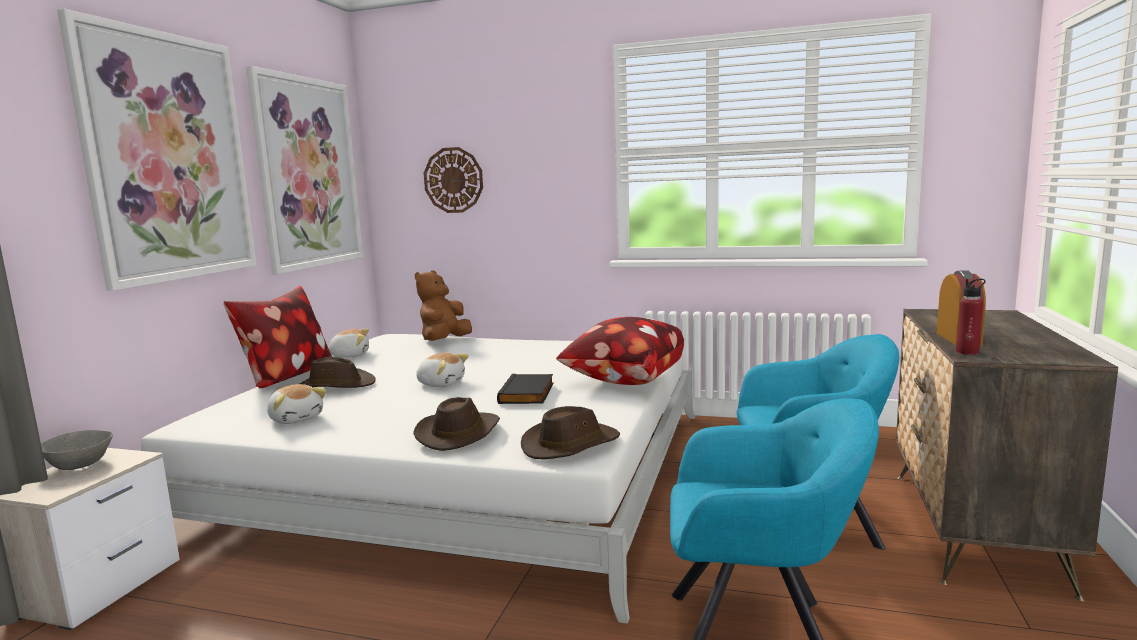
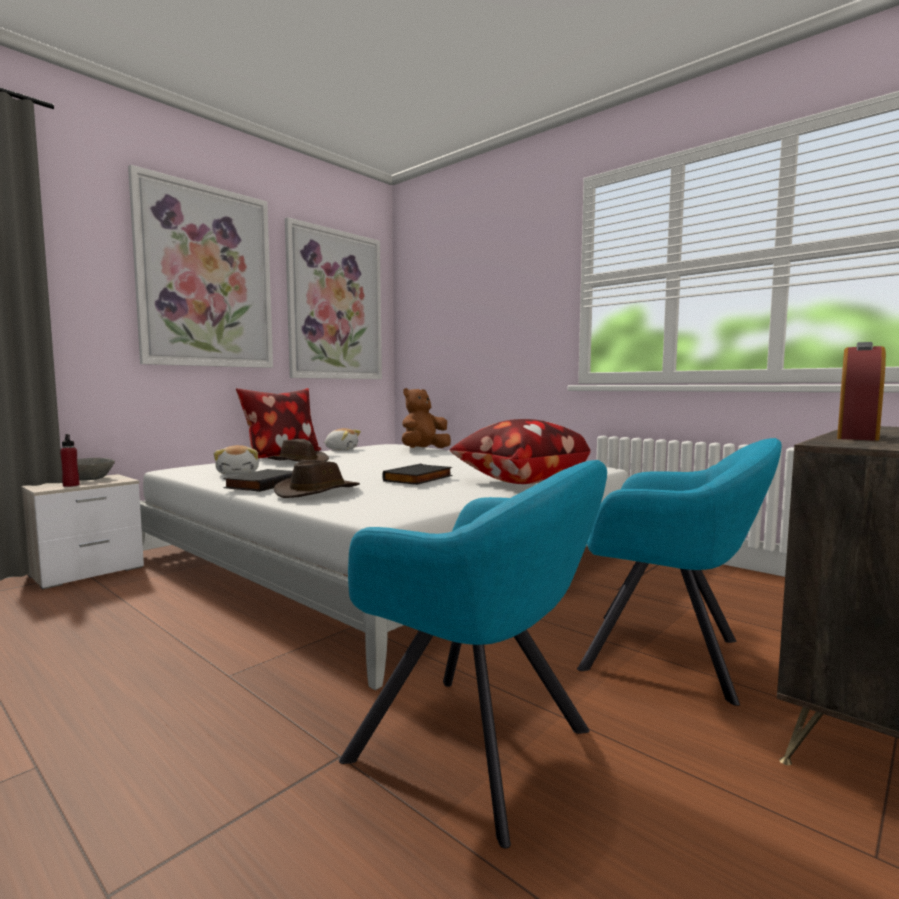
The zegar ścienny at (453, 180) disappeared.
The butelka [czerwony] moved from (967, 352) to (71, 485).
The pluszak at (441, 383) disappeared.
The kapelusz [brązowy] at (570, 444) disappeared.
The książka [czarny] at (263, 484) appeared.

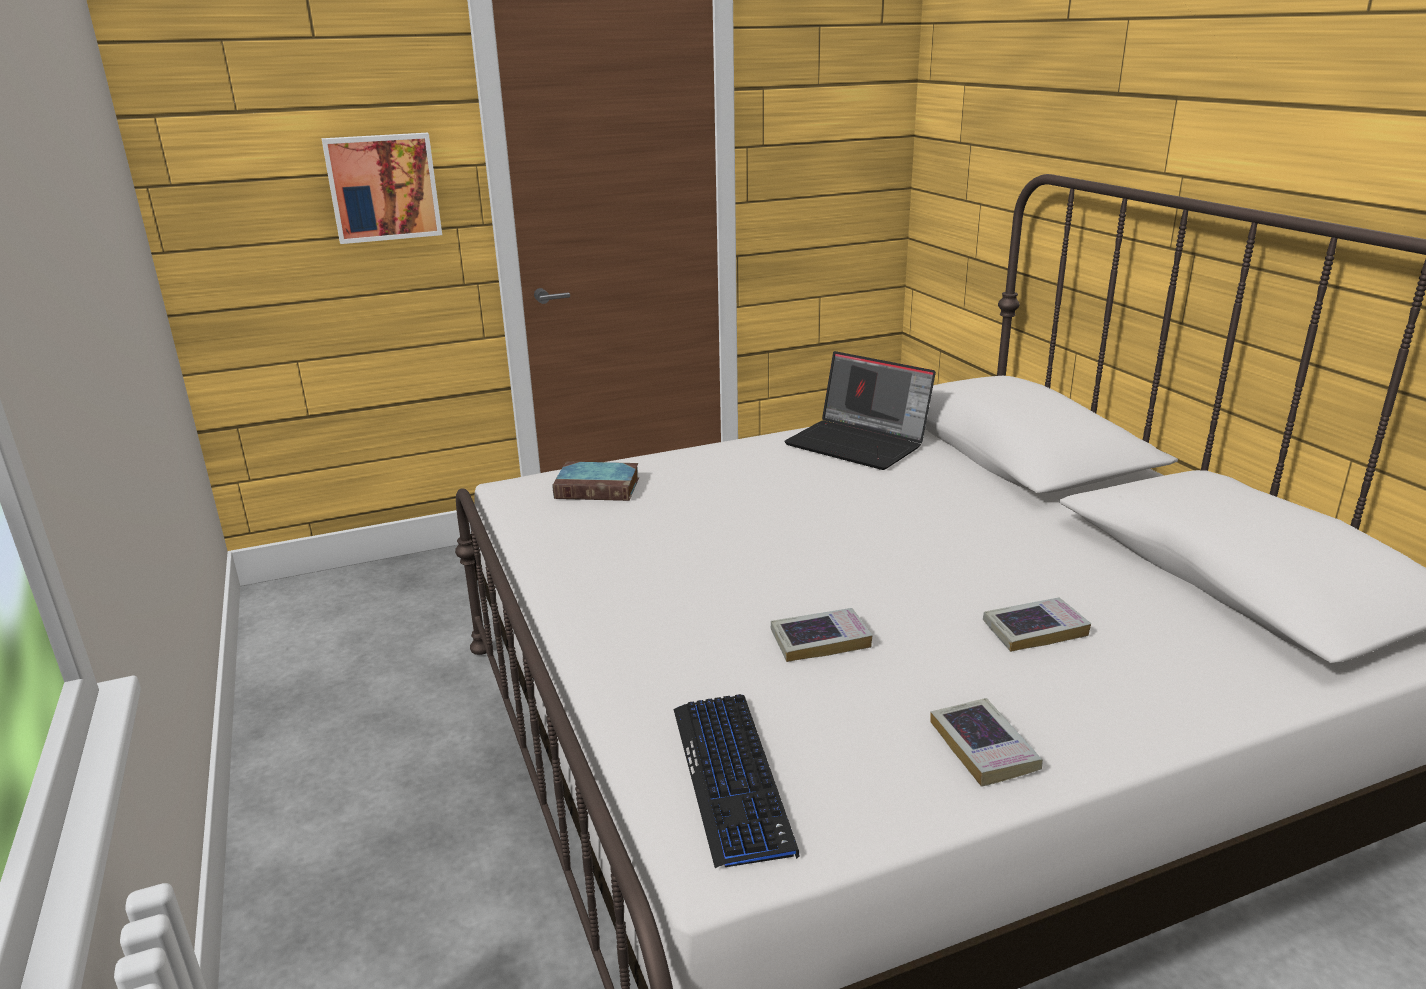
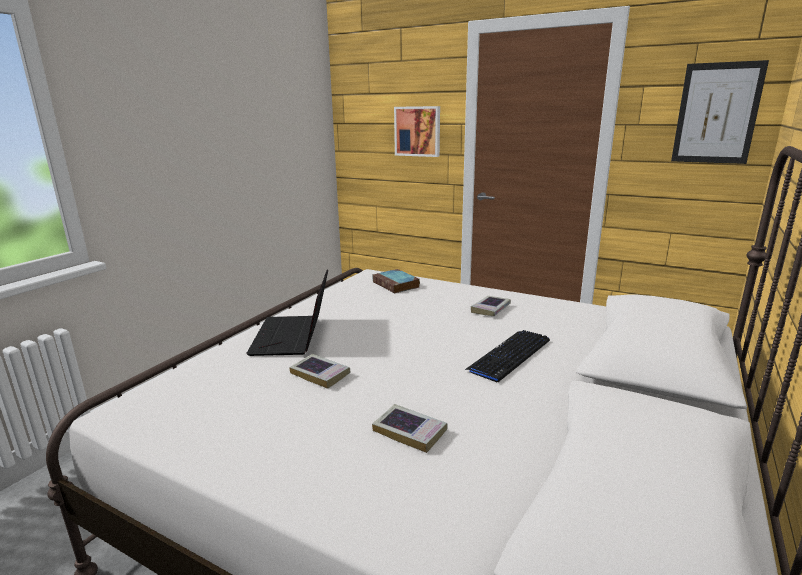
The laptop moved from (859, 443) to (293, 337).
The klawiatura moved from (732, 778) to (509, 356).
The książka moved from (983, 748) to (490, 309).
The obraz at (716, 113) appeared.

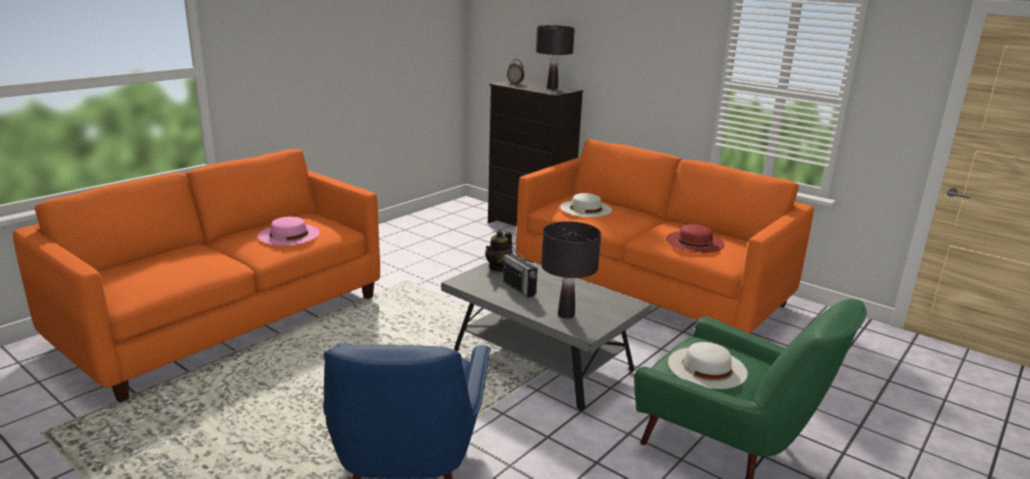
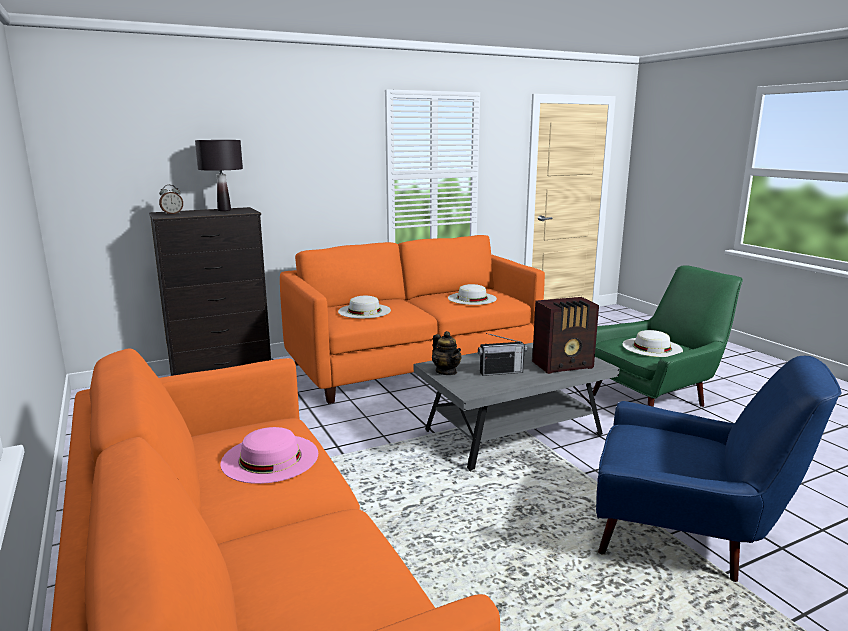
The lampa stołowa [czarny] at (566, 314) was replaced by the radio at (564, 365).
The kapelusz [czerwony] at (695, 241) became the kapelusz [biały] at (472, 298).

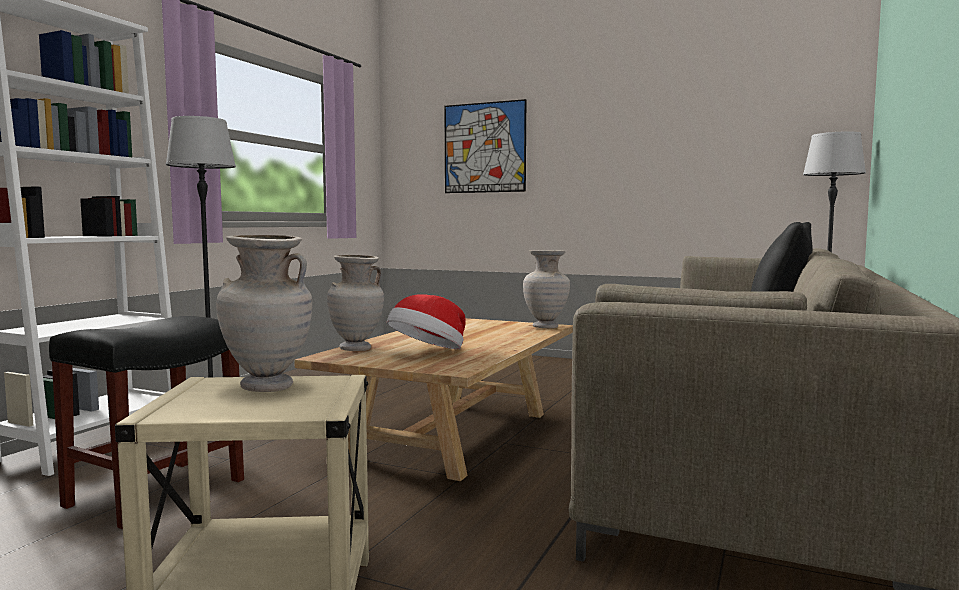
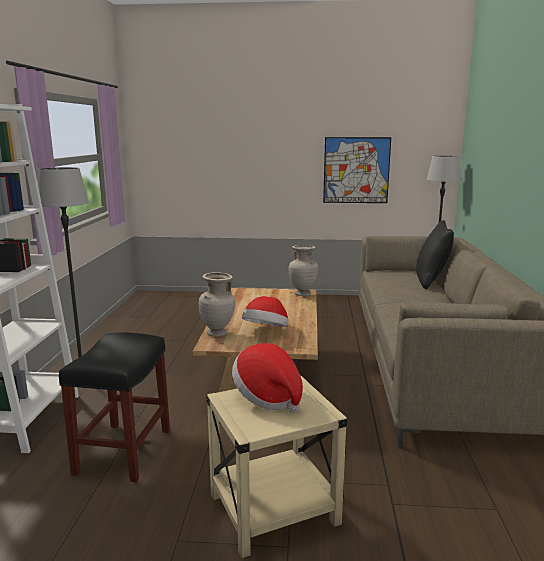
The obraz moved from (484, 147) to (356, 170).
The wazon [beżowy] at (267, 387) was replaced by the kapelusz at (268, 397).

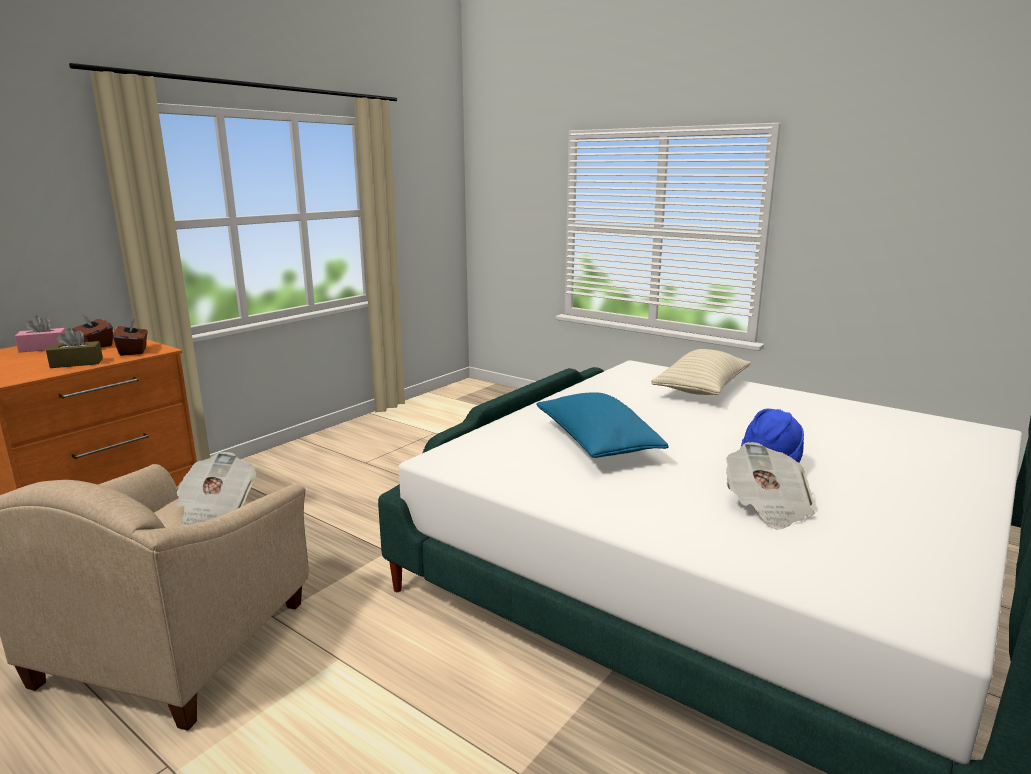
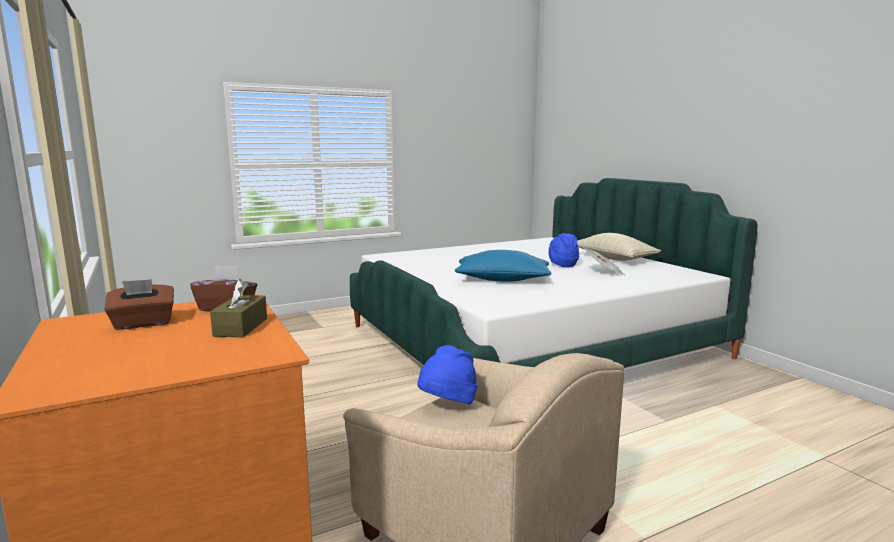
The pudełko chusteczek [różowy] at (44, 348) disappeared.
The poduszka [beżowy] moved from (701, 389) to (613, 259).
The gazeta at (215, 510) was replaced by the kapelusz [niebieski] at (447, 405).

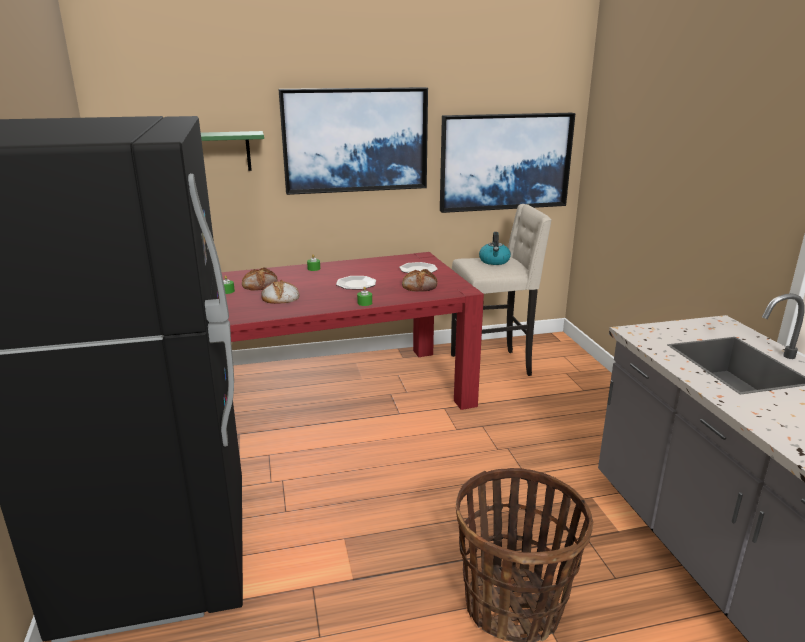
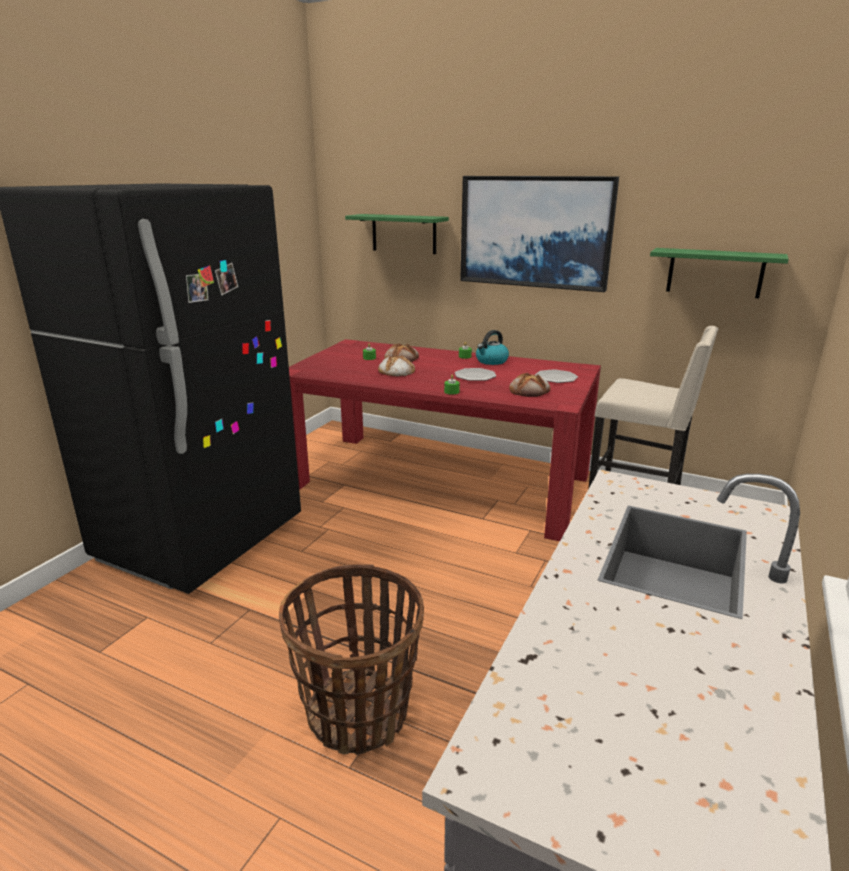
The obraz at (505, 162) was replaced by the półka [zielony] at (715, 272).
The czajnik moved from (494, 261) to (491, 361).

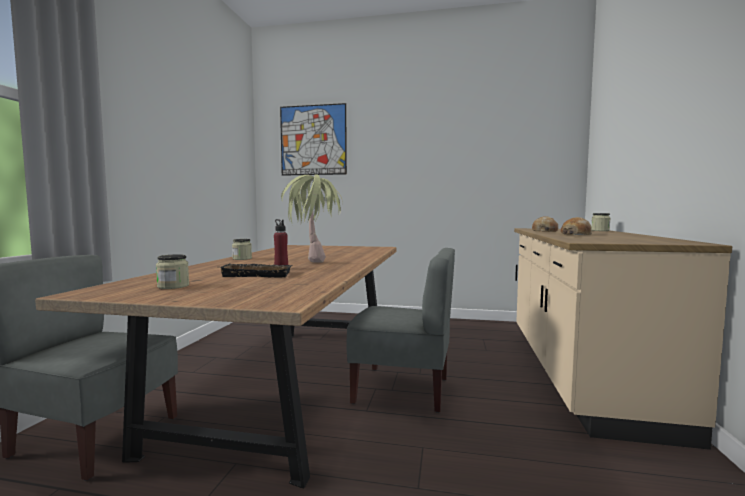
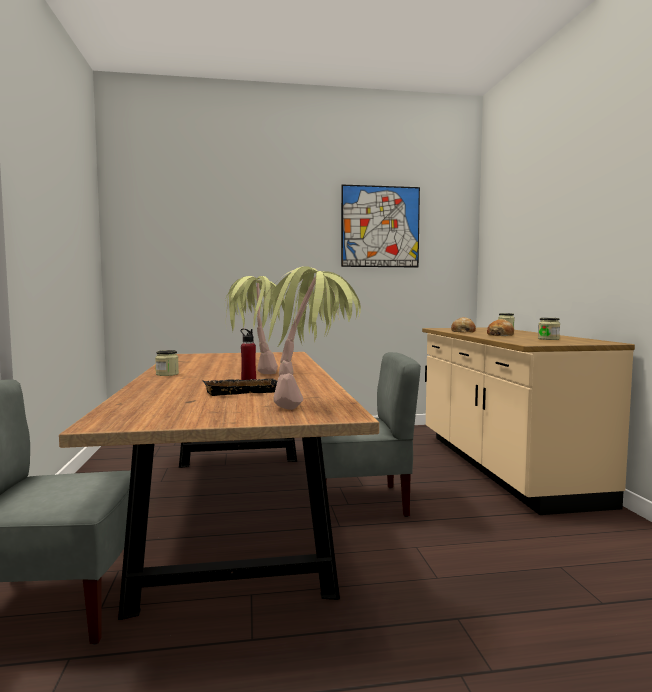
The obraz moved from (313, 140) to (380, 226).
The słoik moved from (173, 286) to (548, 339).
The roślina doniczkowa at (312, 403) appeared.

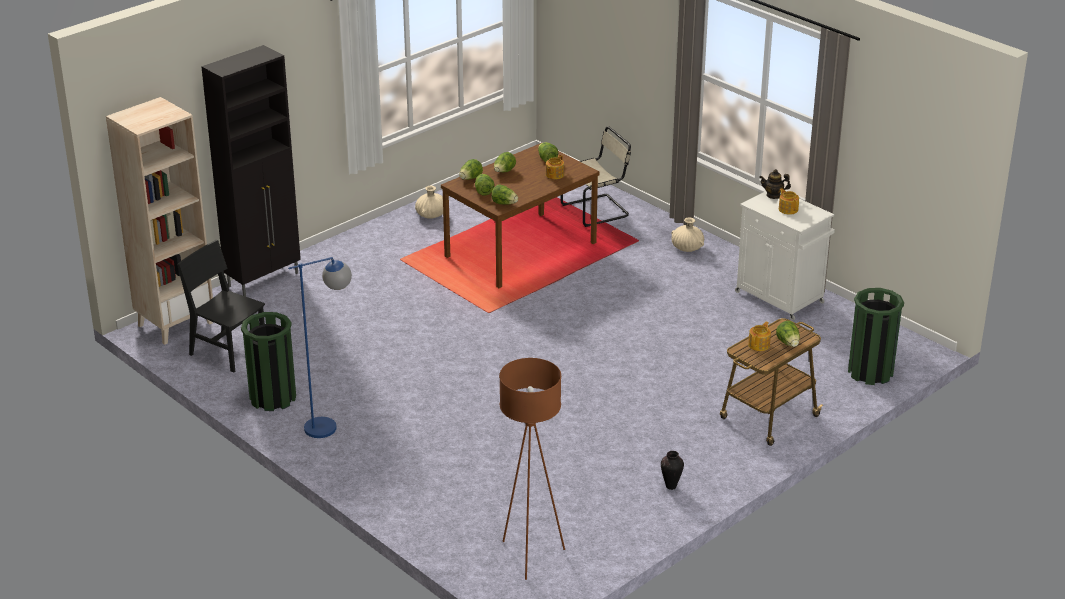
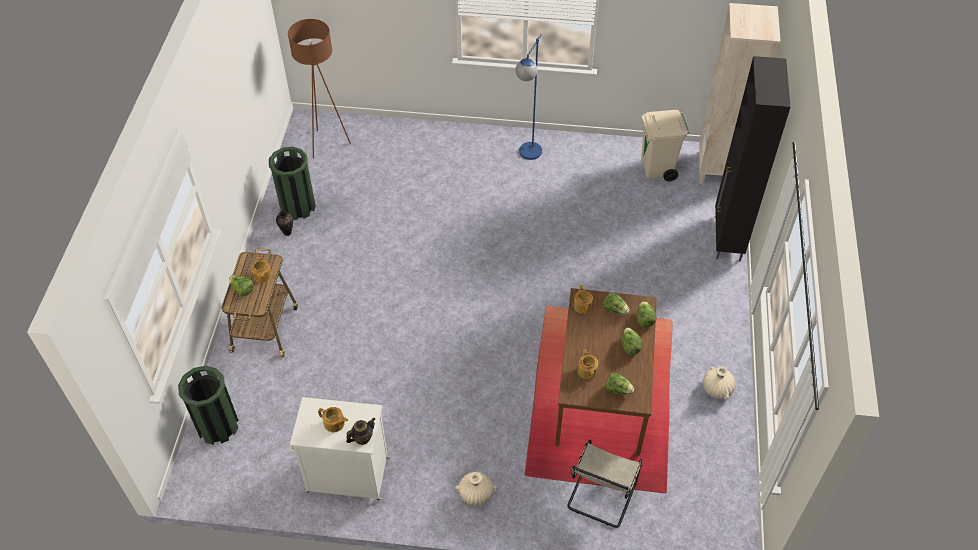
The sałata at (504, 203) was replaced by the imbryk at (582, 305).
The krzesło [czarny] at (228, 351) was replaced by the kosz na śmieci [beżowy] at (657, 169).
The kosz na śmieci [zielony] moved from (273, 398) to (297, 206).

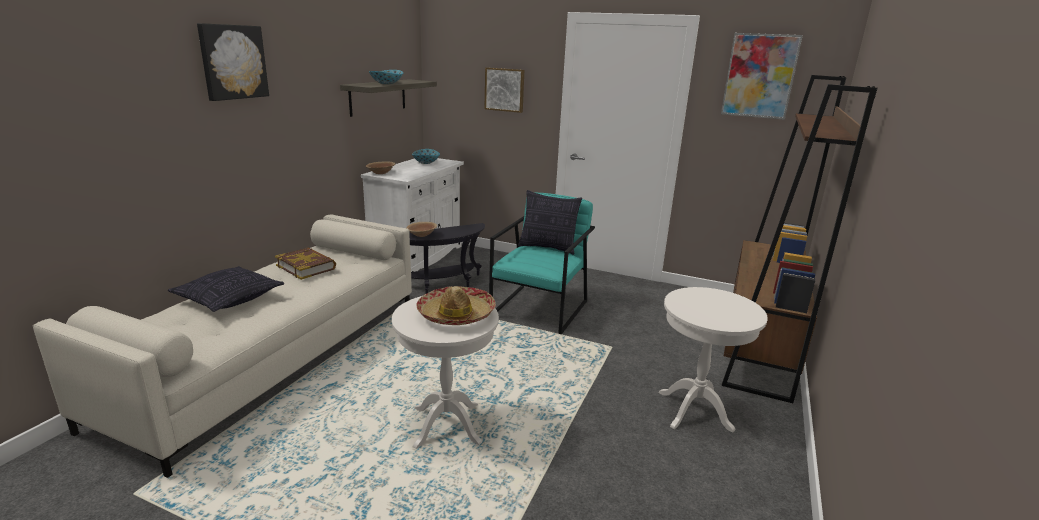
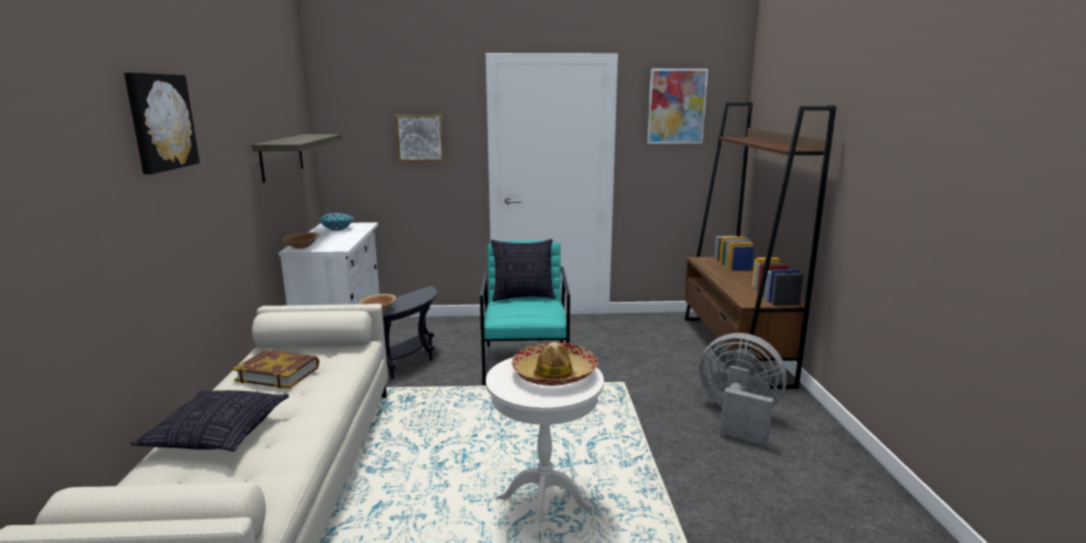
The miska at (386, 83) disappeared.
The stolik [biały] at (694, 410) was replaced by the wentylator [szary] at (738, 417).

